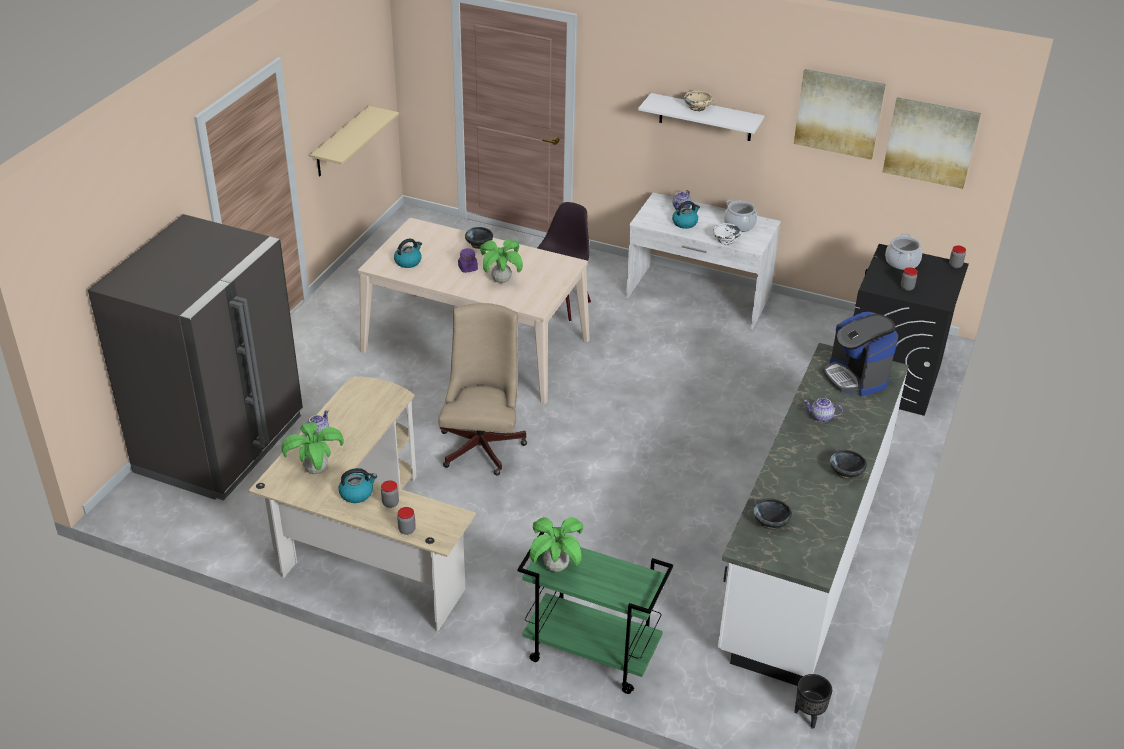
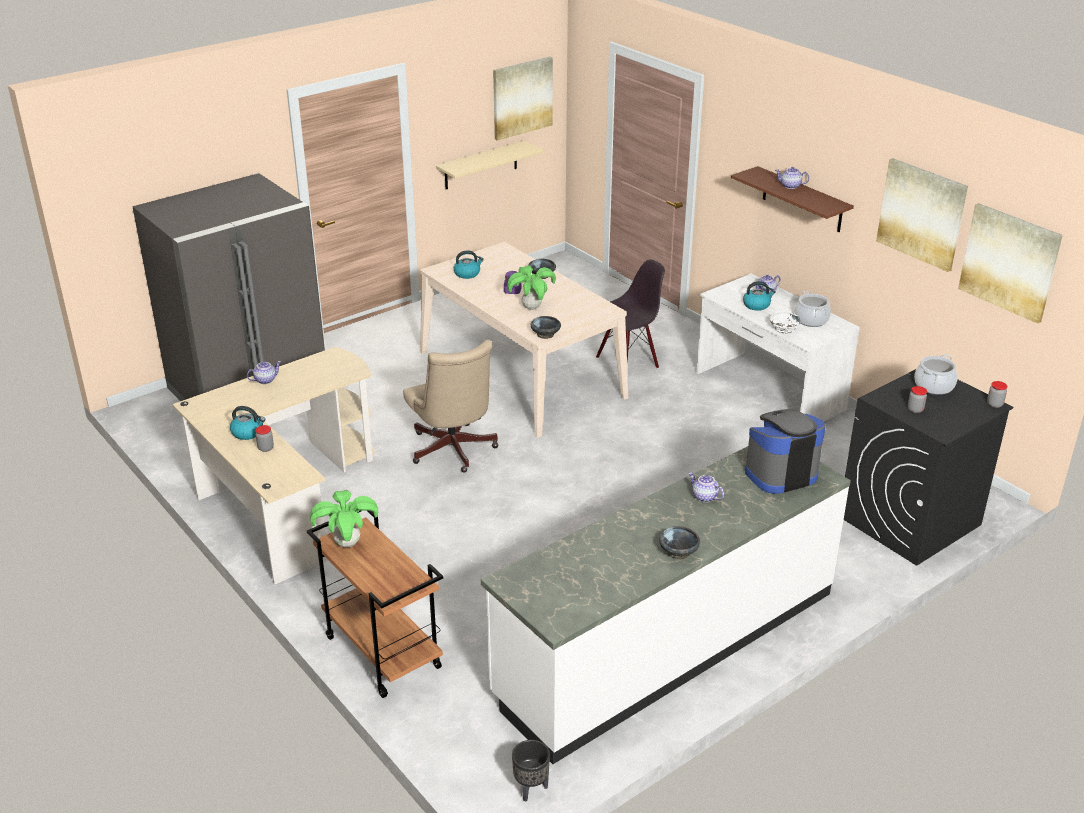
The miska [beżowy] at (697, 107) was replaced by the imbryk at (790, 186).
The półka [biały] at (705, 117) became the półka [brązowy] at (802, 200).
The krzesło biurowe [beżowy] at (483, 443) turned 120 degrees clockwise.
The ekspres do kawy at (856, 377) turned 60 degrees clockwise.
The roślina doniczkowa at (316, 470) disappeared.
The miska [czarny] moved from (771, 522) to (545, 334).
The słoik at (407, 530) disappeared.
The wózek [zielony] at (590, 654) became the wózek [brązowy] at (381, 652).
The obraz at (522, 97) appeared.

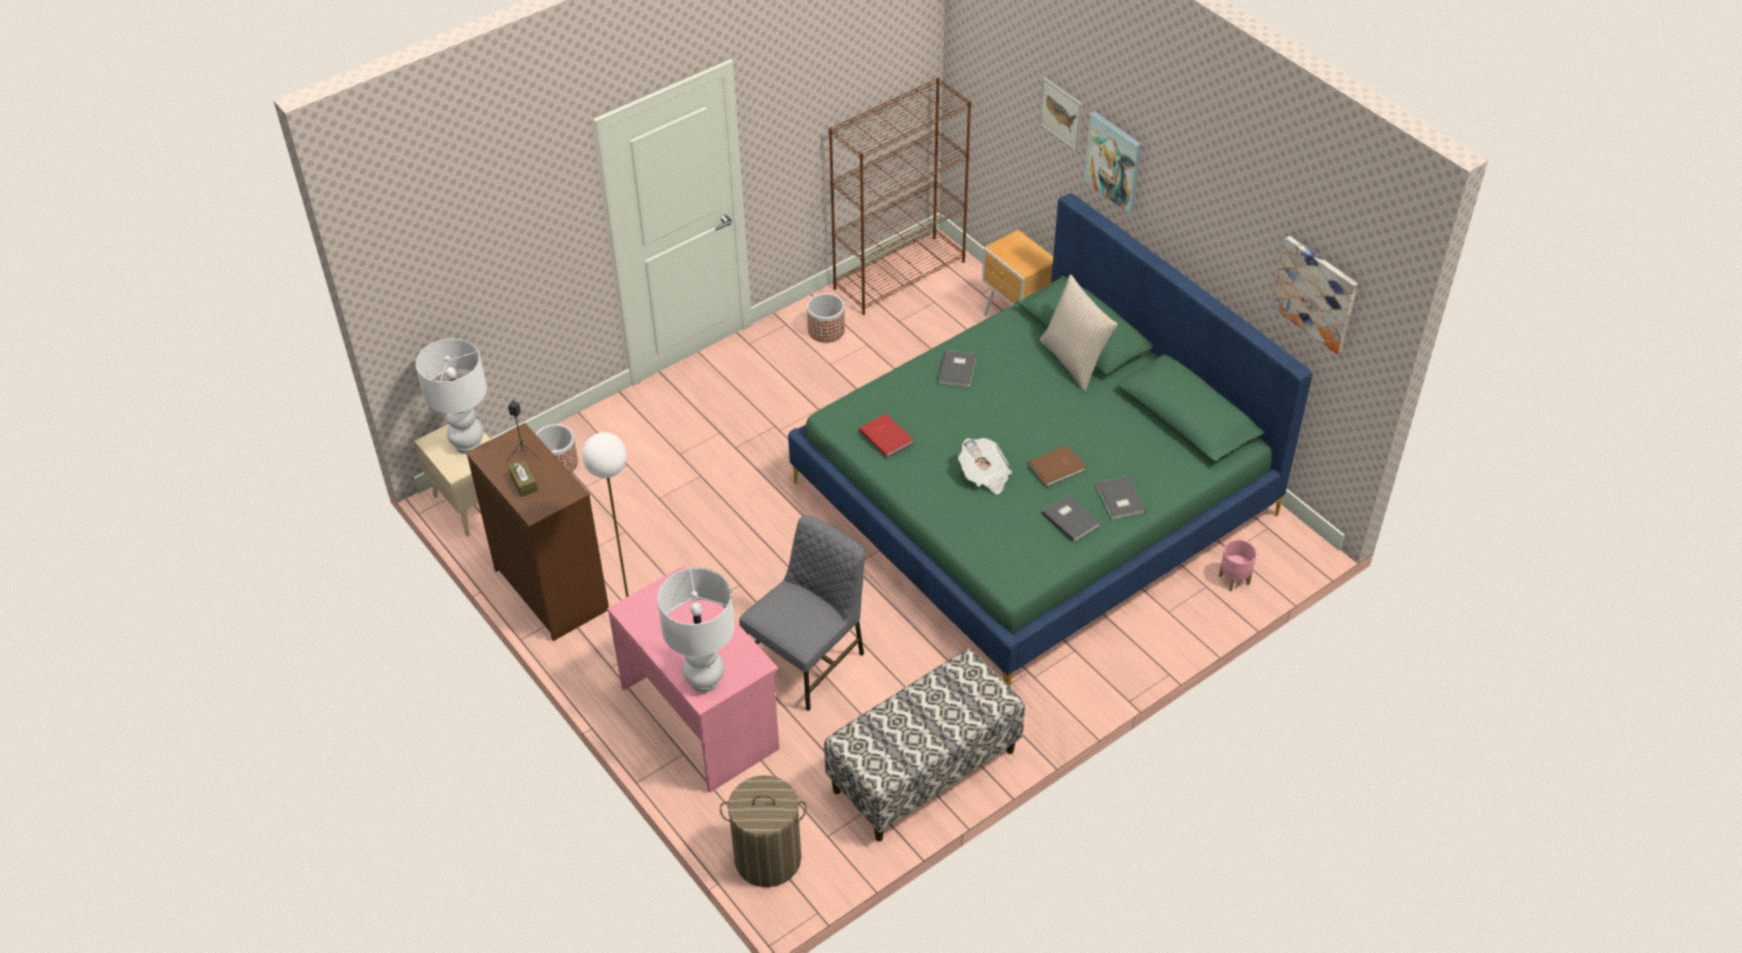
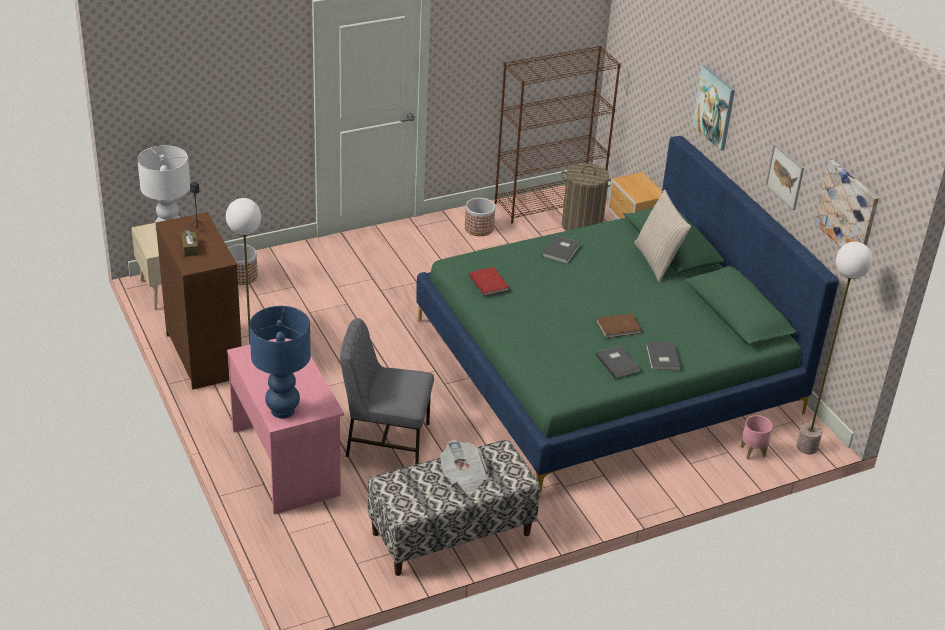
The obraz moved from (1061, 114) to (785, 176).
The gazeta moved from (984, 476) to (463, 477).
The krzesło [szary] at (808, 660) turned 135 degrees counterclockwise.
The lampa stołowa [biały] at (705, 681) became the lampa stołowa [niebieski] at (283, 411).
The kosz na pranie moved from (767, 858) to (581, 225).
The lampa stojąca at (806, 447) appeared.

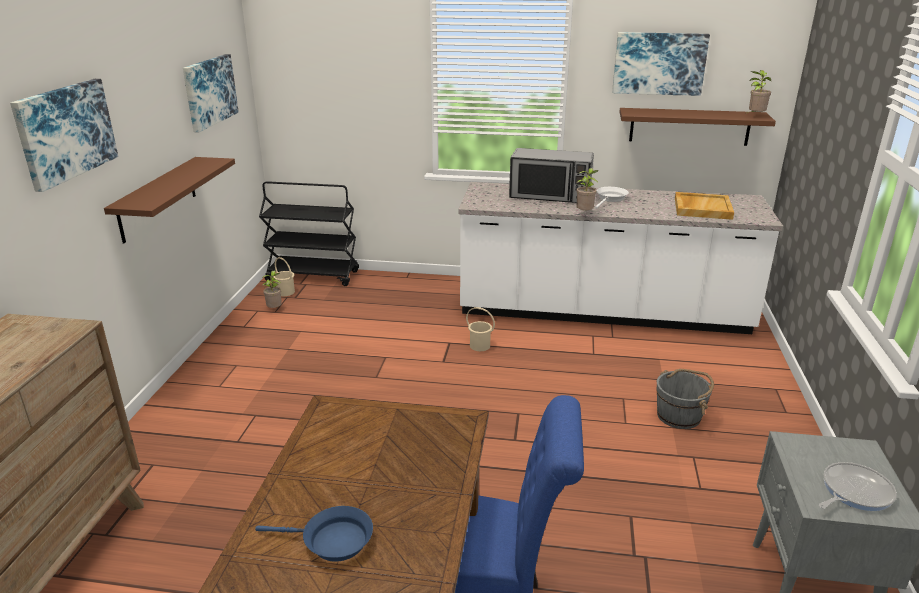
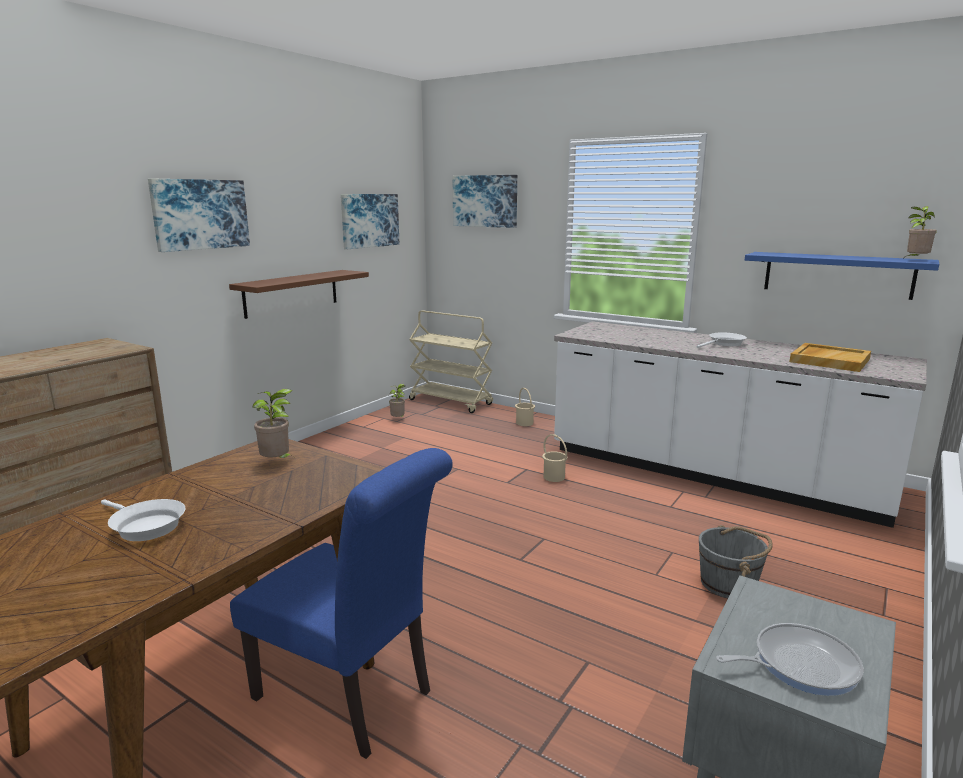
The obraz moved from (659, 63) to (485, 201).
The półka [brązowy] at (689, 126) became the półka [niebieski] at (837, 274).
The mikrofalówka at (550, 196) disappeared.
The roślina doniczkowa moved from (585, 214) to (277, 462).
The wózek [czarny] at (313, 276) became the wózek [beżowy] at (451, 402).
The wiadro [beżowy] moved from (285, 292) to (524, 423).
The patelnia [niebieski] at (332, 541) became the patelnia [biały] at (144, 526).

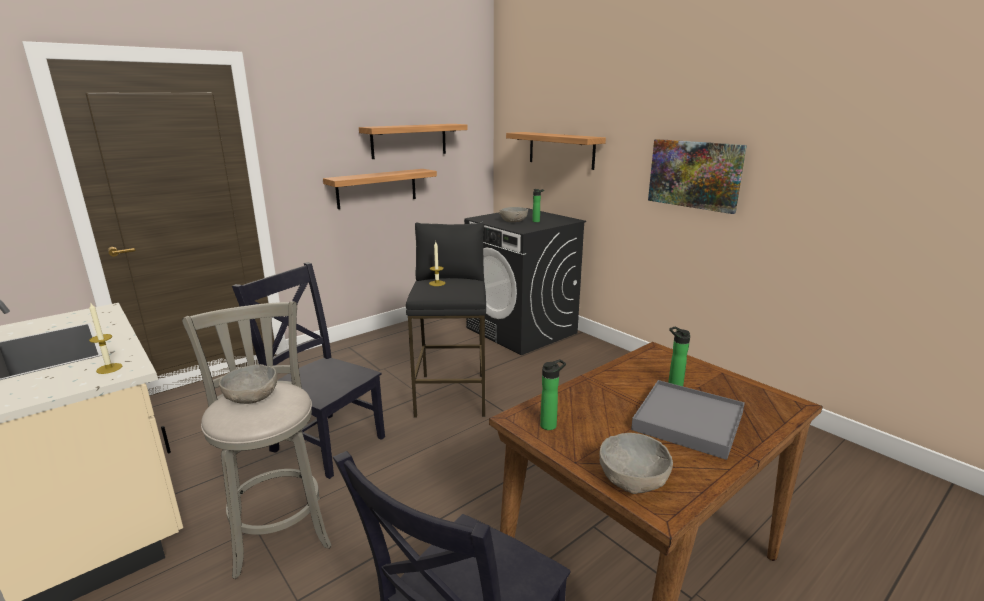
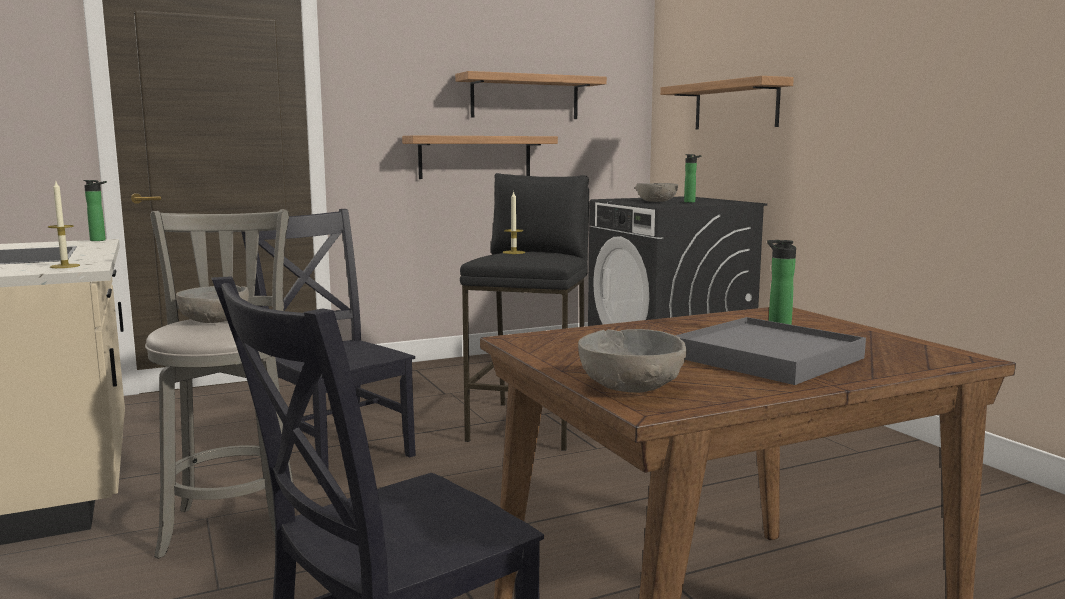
The obraz at (694, 174) disappeared.
The butelka moved from (550, 425) to (100, 240).

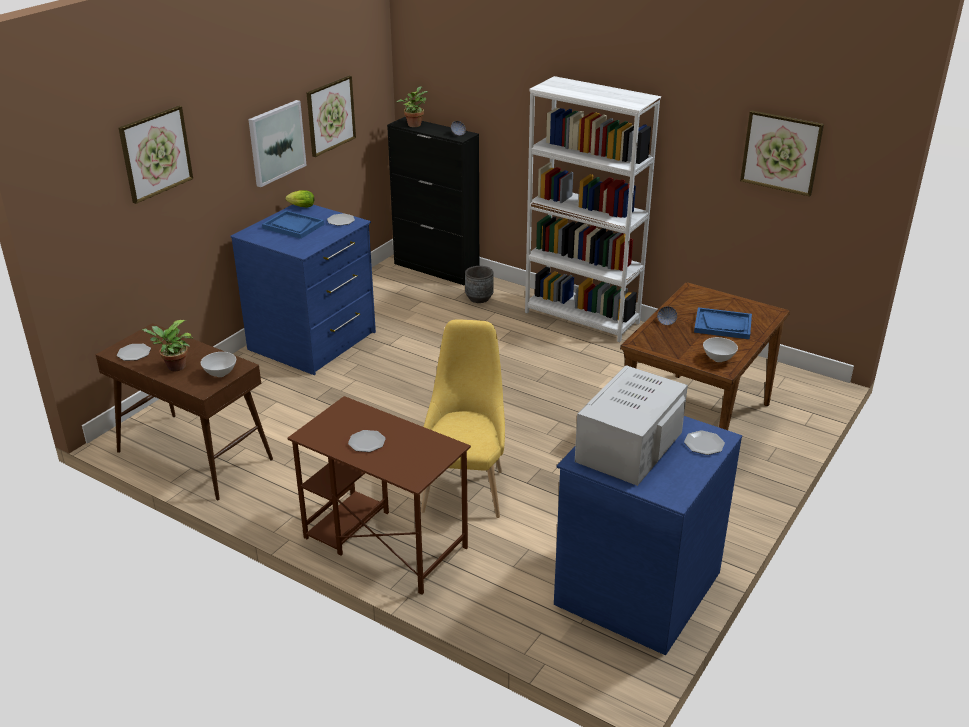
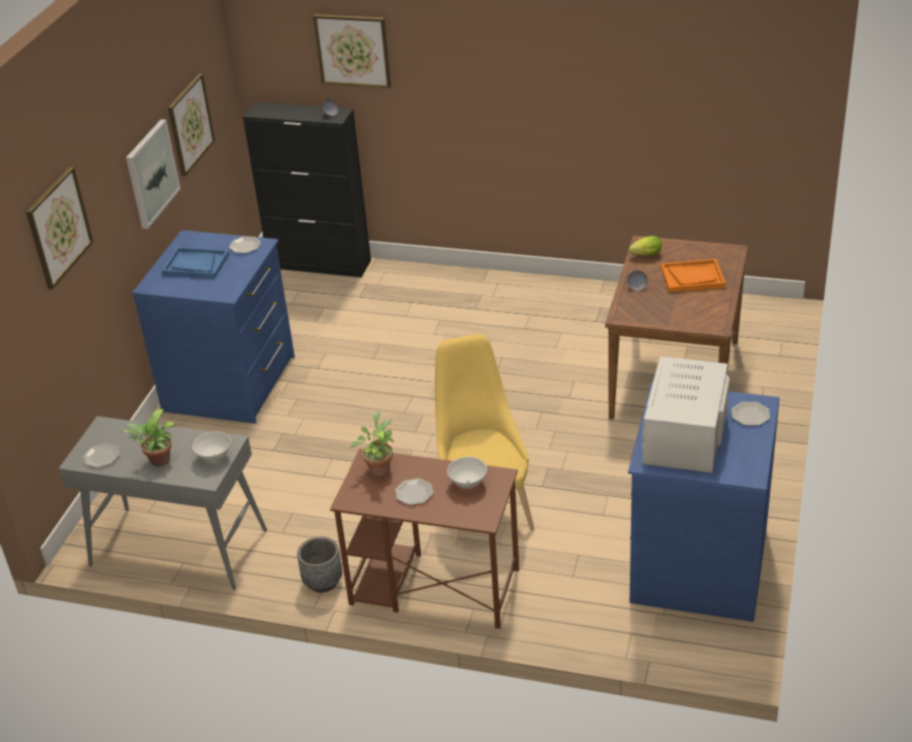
The regał [biały] at (582, 318) disappeared.
The roślina doniczkowa moved from (414, 124) to (378, 467).
The obraz moved from (781, 152) to (353, 50).
The sałata moved from (300, 207) to (644, 255).
The donica [szary] moved from (479, 298) to (323, 582).
The taca [niebieski] at (723, 325) became the taca [pomarańczowy] at (692, 277).
The stolik konsolowy [brązowy] at (193, 456) became the stolik konsolowy [szary] at (177, 548).
The miska [biały] moved from (718, 359) to (468, 483).

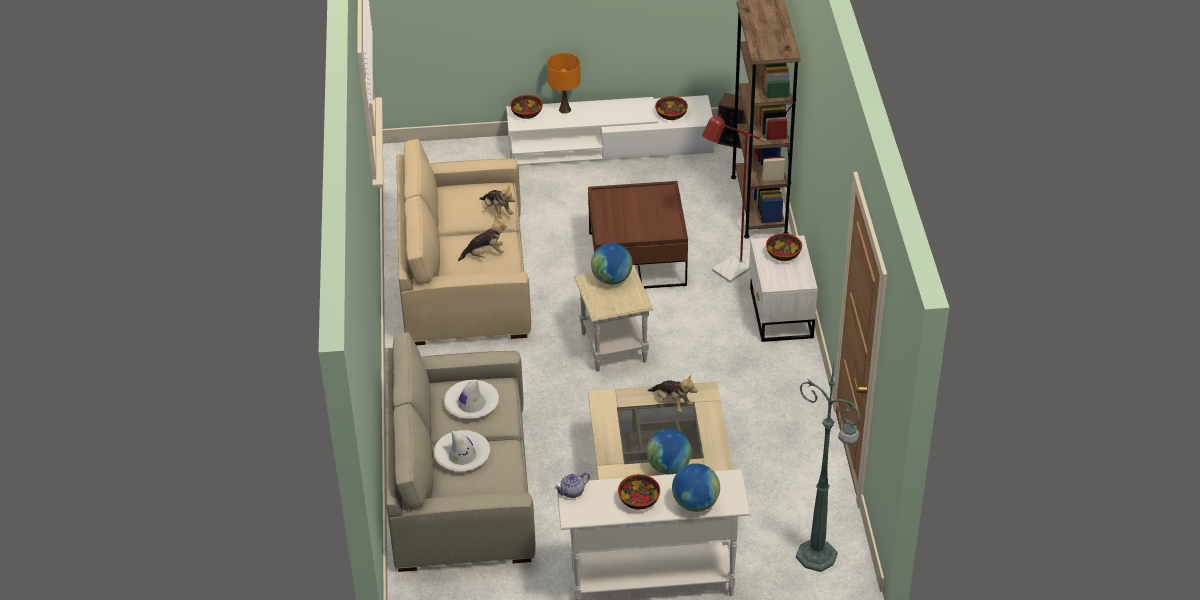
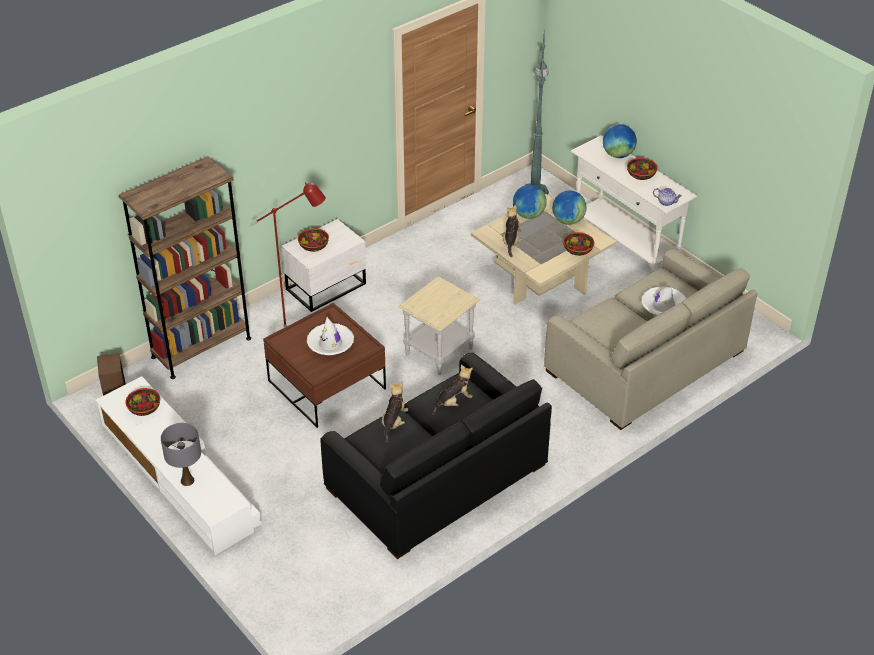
The lampa stołowa [pomarańczowy] at (565, 110) became the lampa stołowa [szary] at (187, 480).
The miska moved from (527, 114) to (578, 250).
The kanapa [beżowy] at (463, 276) became the kanapa [czarny] at (436, 477).
The pluszak at (485, 254) turned 105 degrees clockwise.
The globus moved from (612, 279) to (528, 215).
The kapelusz [biały] moved from (471, 404) to (330, 344).

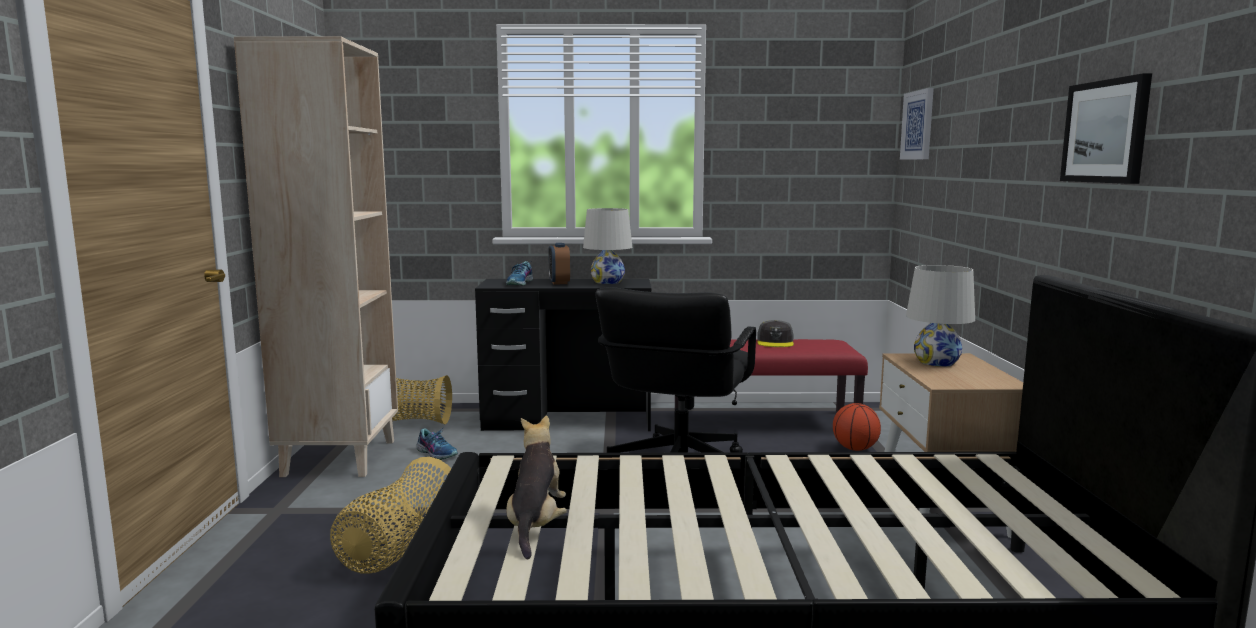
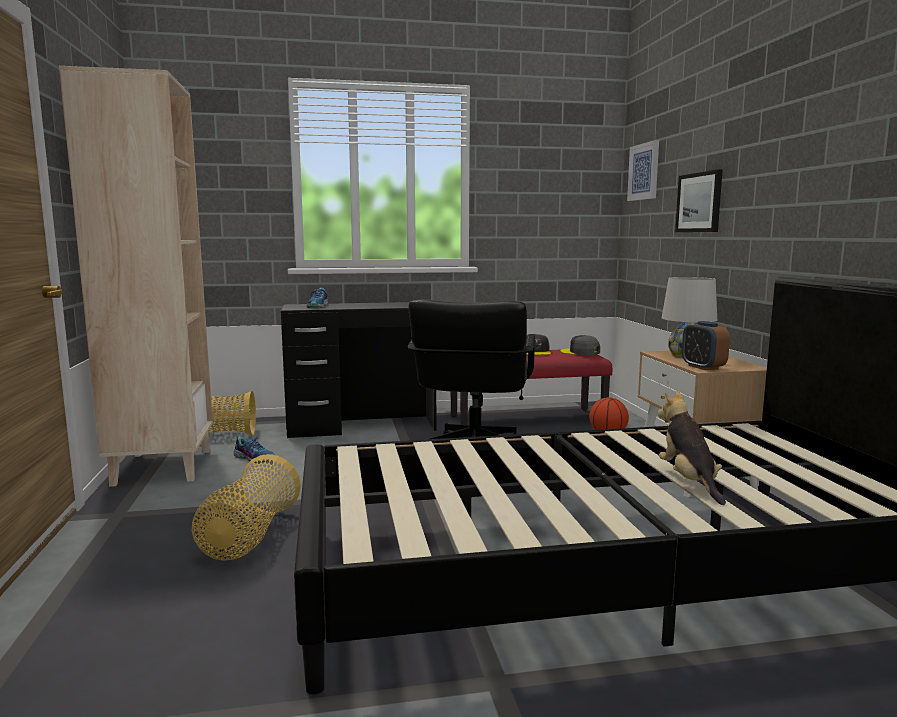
The obraz moved from (1106, 131) to (699, 202).
The lampa stołowa [biały] at (607, 282) disappeared.
The budzik moved from (559, 282) to (703, 367).
The pluszak moved from (536, 525) to (689, 481).
The czapka z daszkiem [szary] at (580, 352) appeared.

